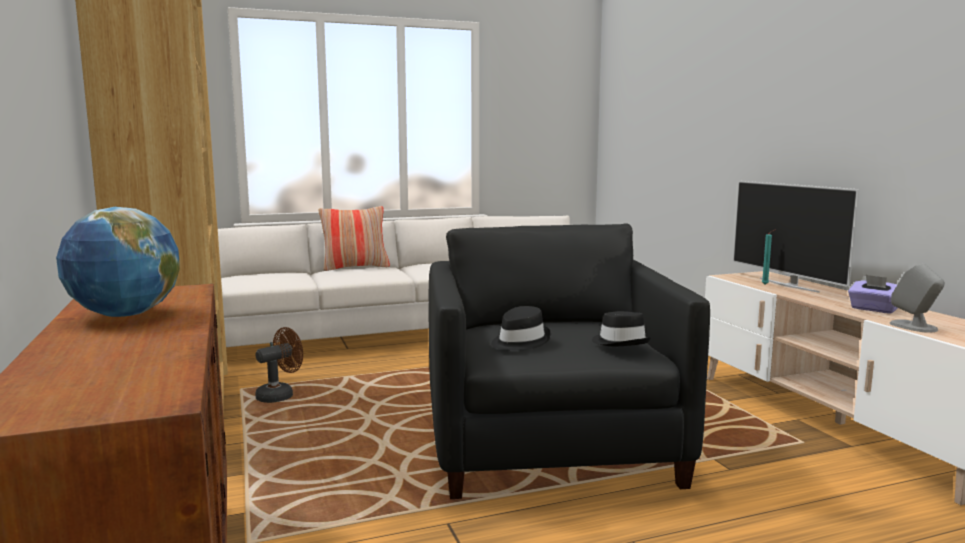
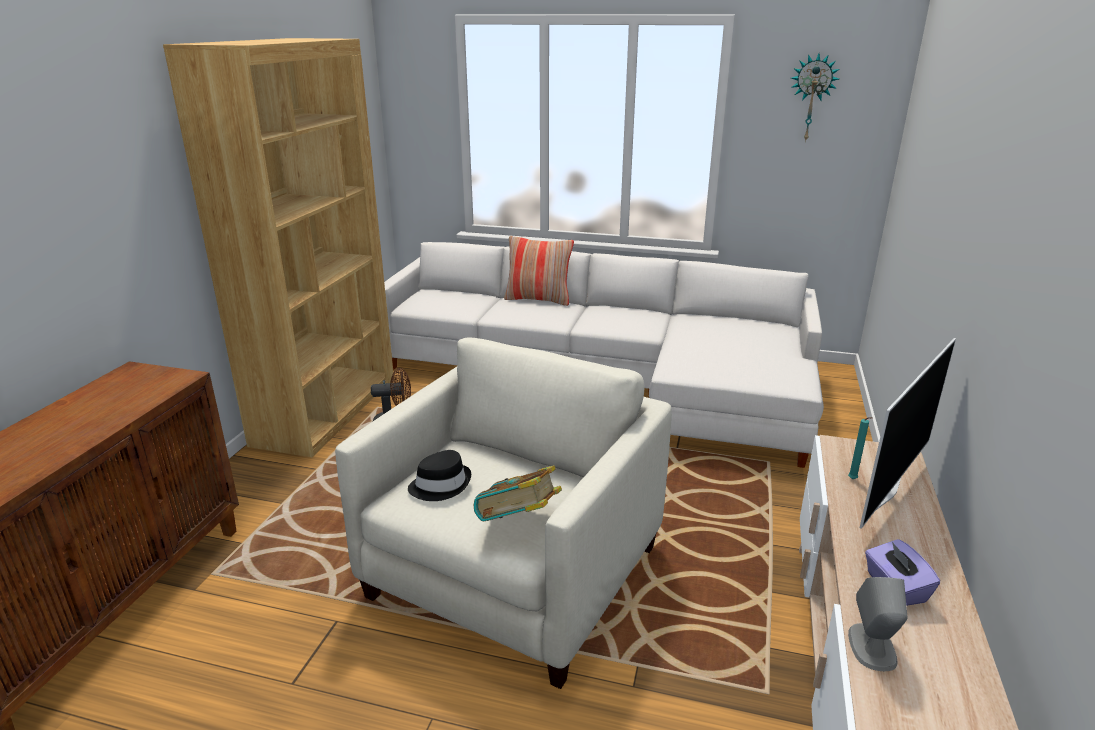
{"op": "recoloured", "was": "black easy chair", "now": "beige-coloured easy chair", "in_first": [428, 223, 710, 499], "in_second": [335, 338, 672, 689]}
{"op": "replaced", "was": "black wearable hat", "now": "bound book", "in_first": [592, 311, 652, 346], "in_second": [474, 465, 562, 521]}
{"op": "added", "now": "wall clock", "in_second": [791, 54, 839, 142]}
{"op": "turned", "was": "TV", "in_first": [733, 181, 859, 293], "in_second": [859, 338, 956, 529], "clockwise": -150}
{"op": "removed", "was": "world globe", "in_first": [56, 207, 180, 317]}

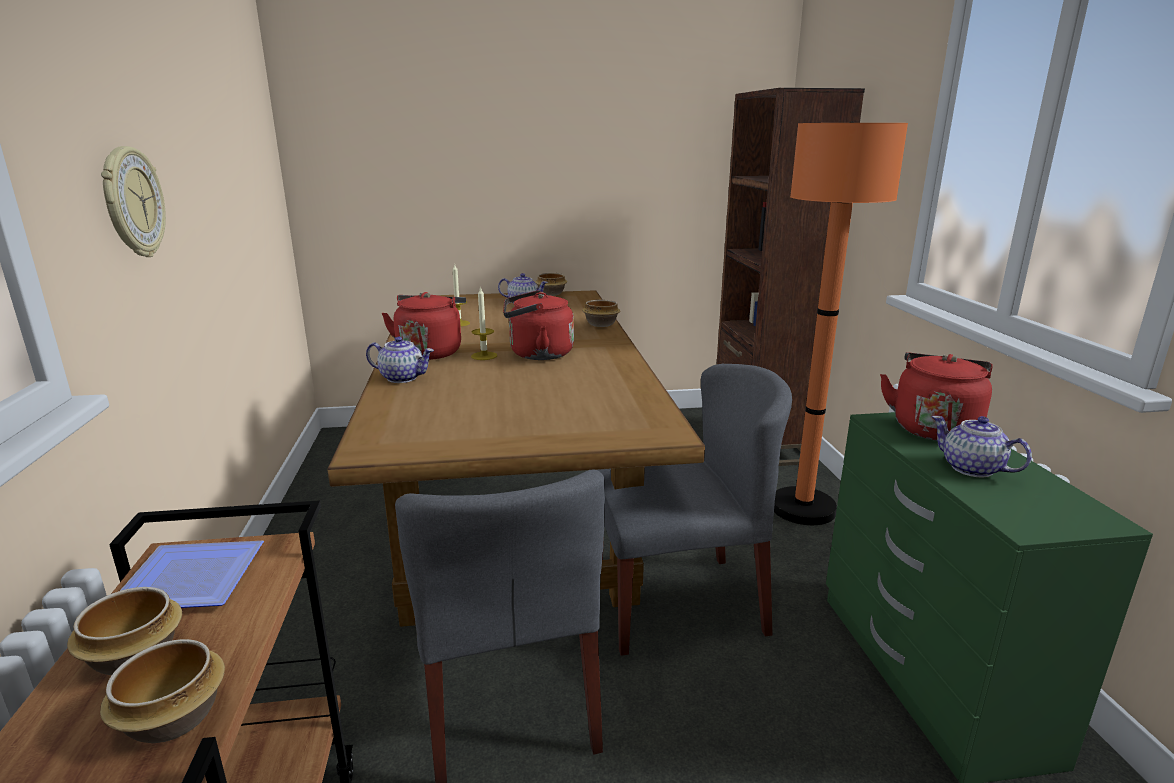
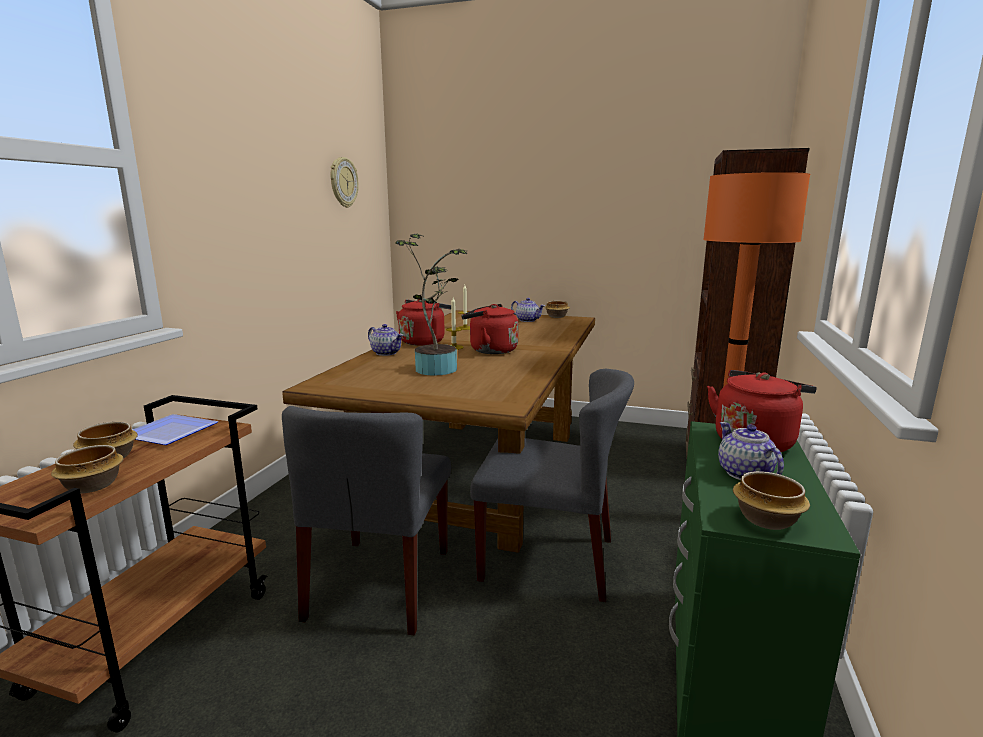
{"op": "moved", "was": "wall clock", "in_first": [101, 146, 166, 257], "in_second": [331, 157, 359, 208]}
{"op": "added", "now": "plant in a pot", "in_second": [395, 233, 468, 376]}
{"op": "moved", "was": "bowl", "in_first": [582, 300, 620, 327], "in_second": [733, 471, 810, 530]}

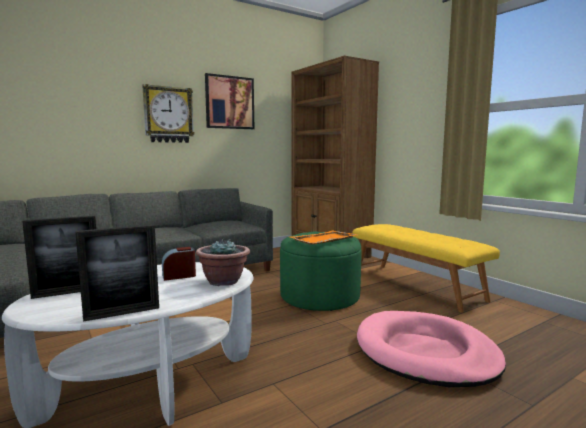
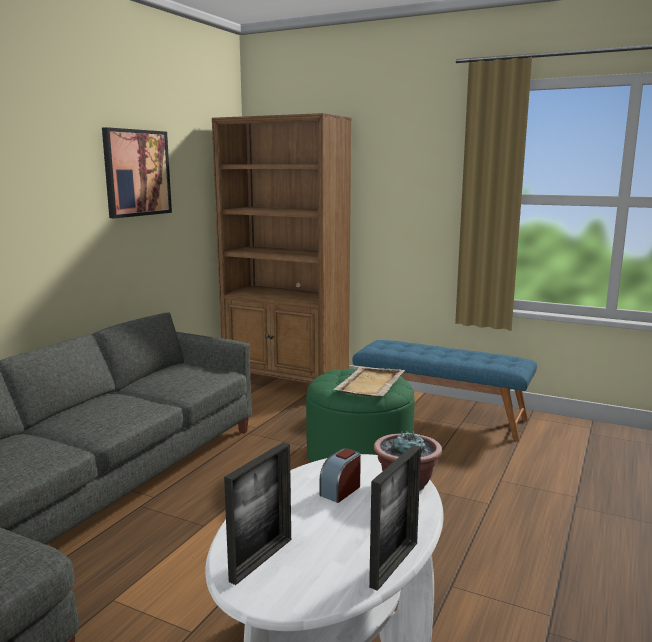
{"op": "recoloured", "was": "orange-coloured tray", "now": "beige-coloured tray", "in_first": [290, 231, 357, 245], "in_second": [333, 366, 405, 397]}
{"op": "recoloured", "was": "yellow indoor bench", "now": "blue indoor bench", "in_first": [352, 224, 500, 313], "in_second": [352, 340, 537, 441]}
{"op": "removed", "was": "wall clock", "in_first": [142, 84, 194, 143]}
{"op": "removed", "was": "pinkish pet bed", "in_first": [357, 311, 506, 387]}

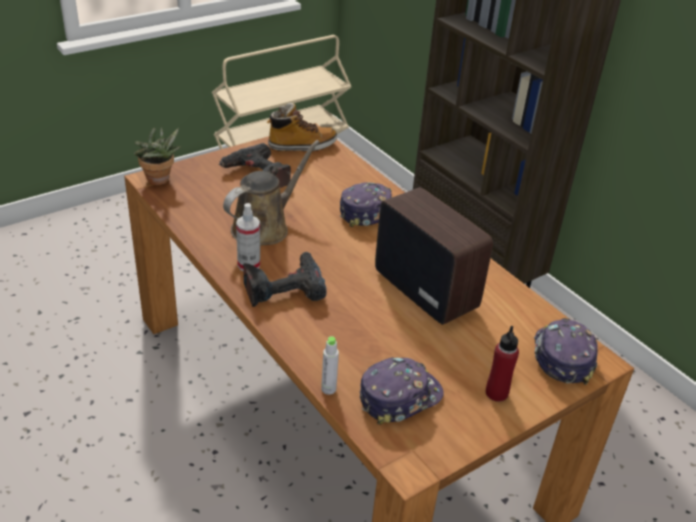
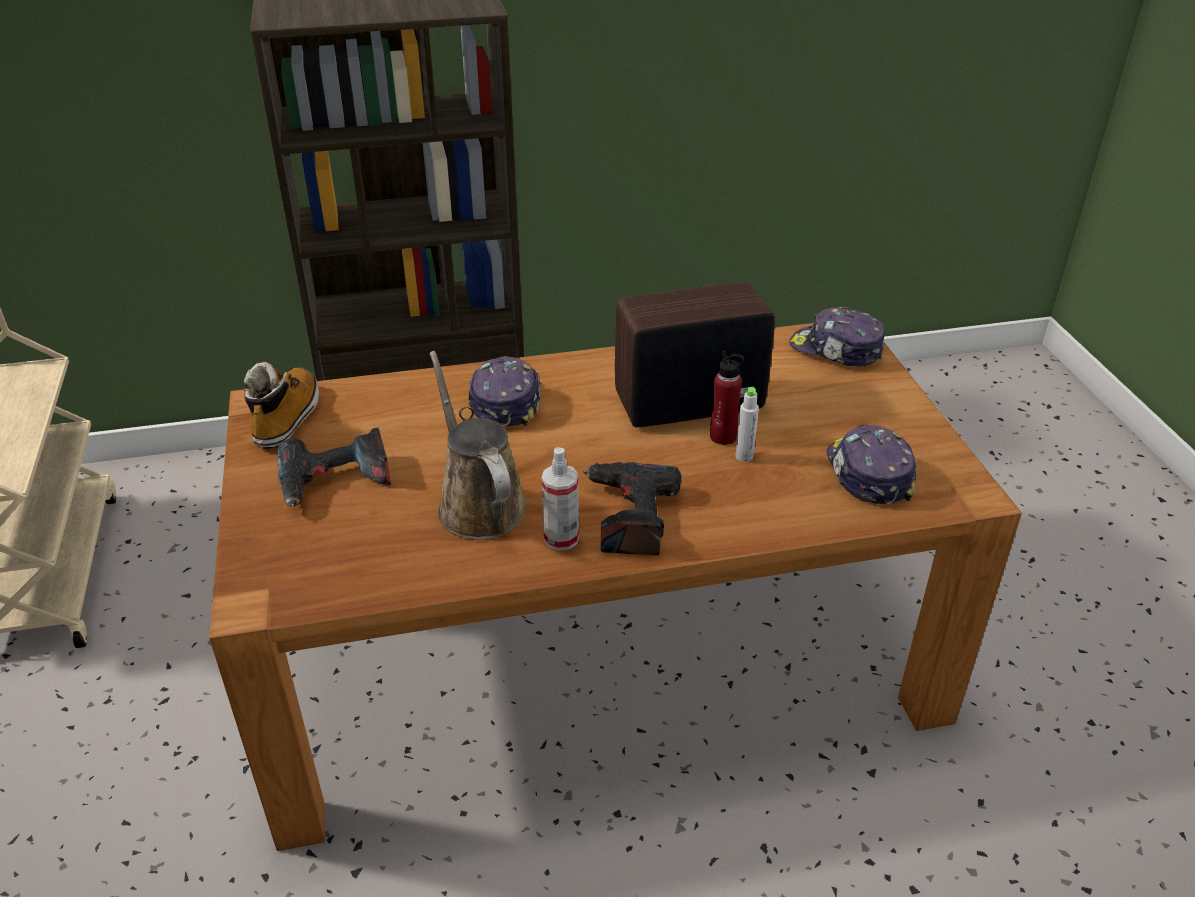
{"op": "moved", "was": "red-coloured drink bottle", "in_first": [486, 326, 519, 402], "in_second": [710, 350, 744, 445]}
{"op": "moved", "was": "gray drink bottle", "in_first": [321, 336, 339, 395], "in_second": [735, 387, 759, 462]}
{"op": "removed", "was": "plant in a pot", "in_first": [134, 127, 181, 185]}

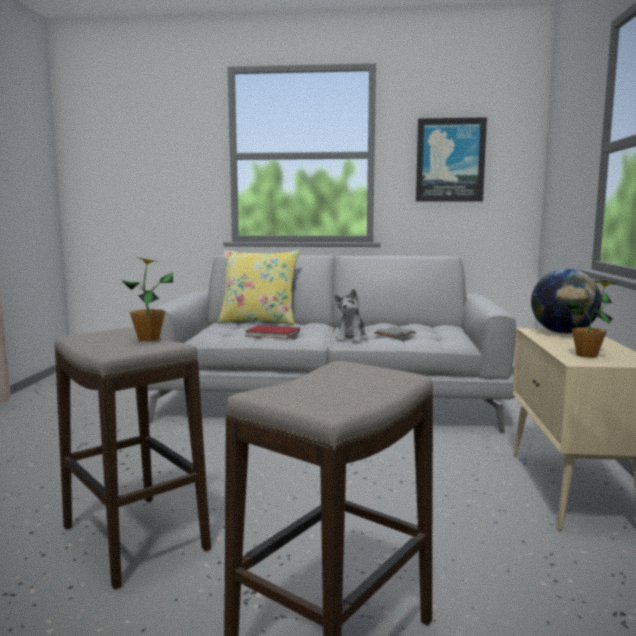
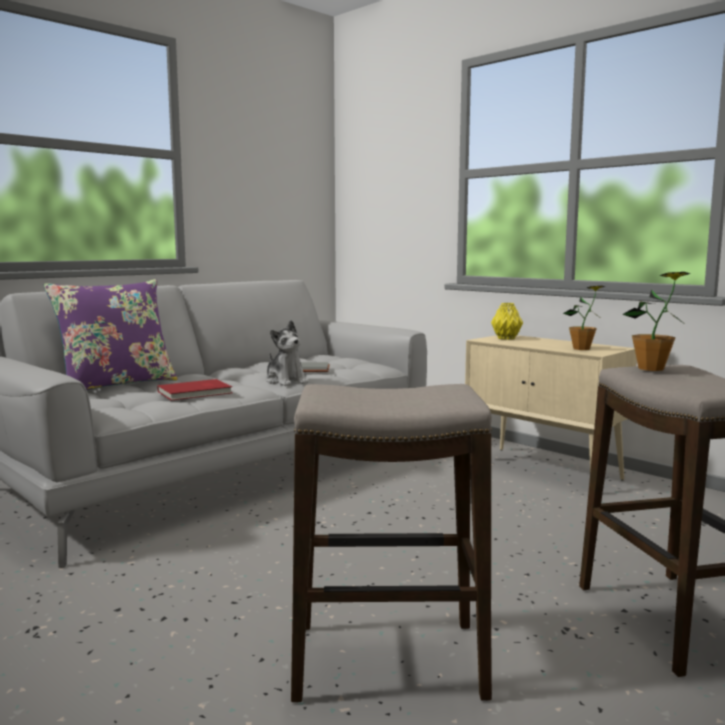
{"op": "recoloured", "was": "yellow throw pillow", "now": "purple throw pillow", "in_first": [217, 250, 300, 325], "in_second": [44, 279, 178, 390]}
{"op": "replaced", "was": "world globe", "now": "yellow flower vase", "in_first": [531, 269, 602, 334], "in_second": [491, 303, 523, 340]}
{"op": "moved", "was": "plant in a pot", "in_first": [121, 257, 173, 341], "in_second": [622, 272, 691, 371]}
{"op": "removed", "was": "wall art", "in_first": [416, 117, 487, 202]}

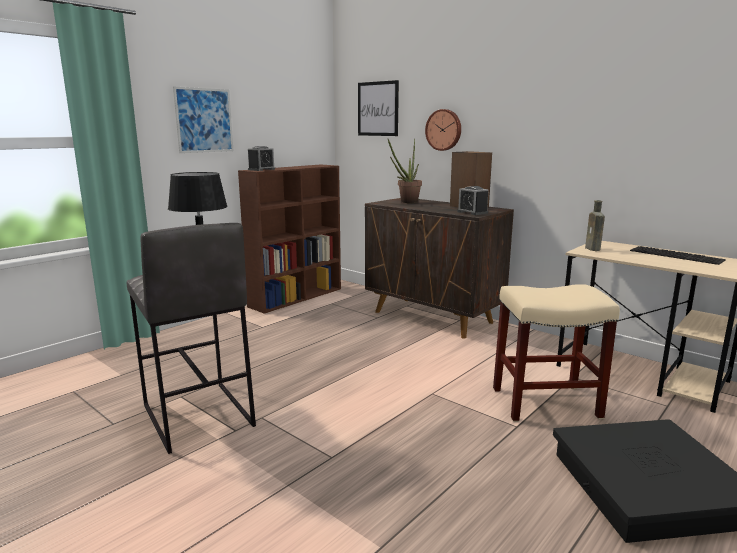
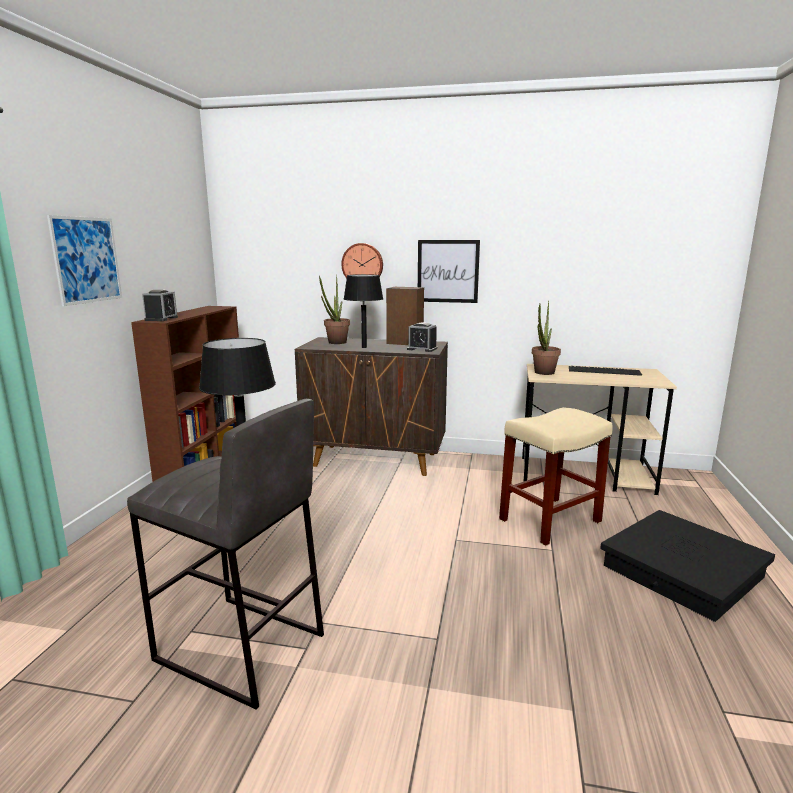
{"op": "added", "now": "black lamp for a table", "in_second": [344, 274, 383, 348]}
{"op": "moved", "was": "wall art", "in_first": [358, 80, 399, 136], "in_second": [418, 240, 480, 303]}
{"op": "replaced", "was": "brown drink bottle", "now": "plant in a pot", "in_first": [585, 200, 605, 251], "in_second": [532, 300, 561, 375]}

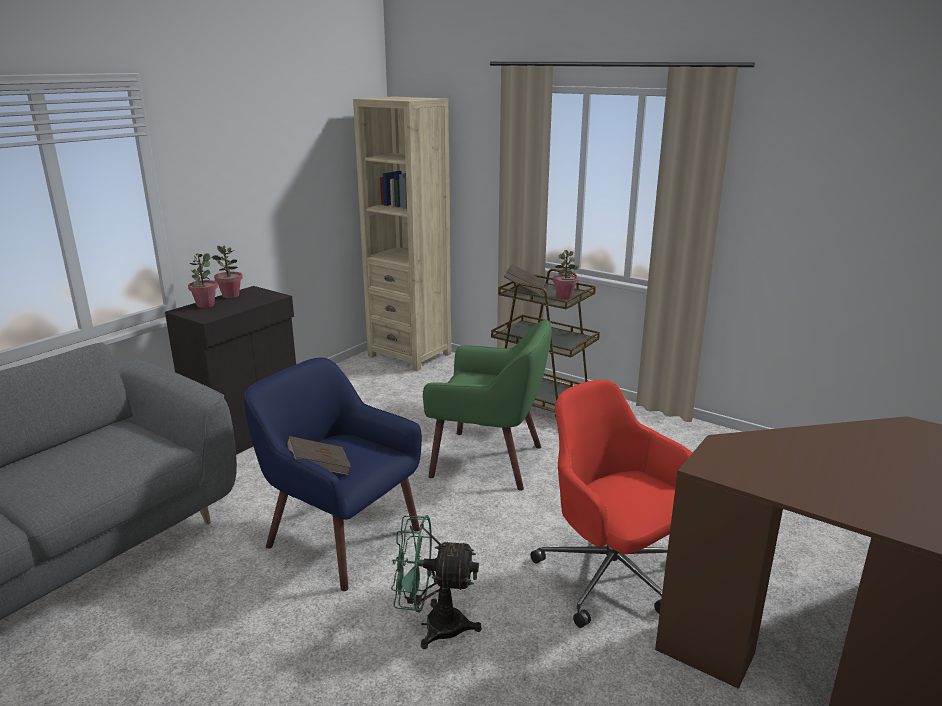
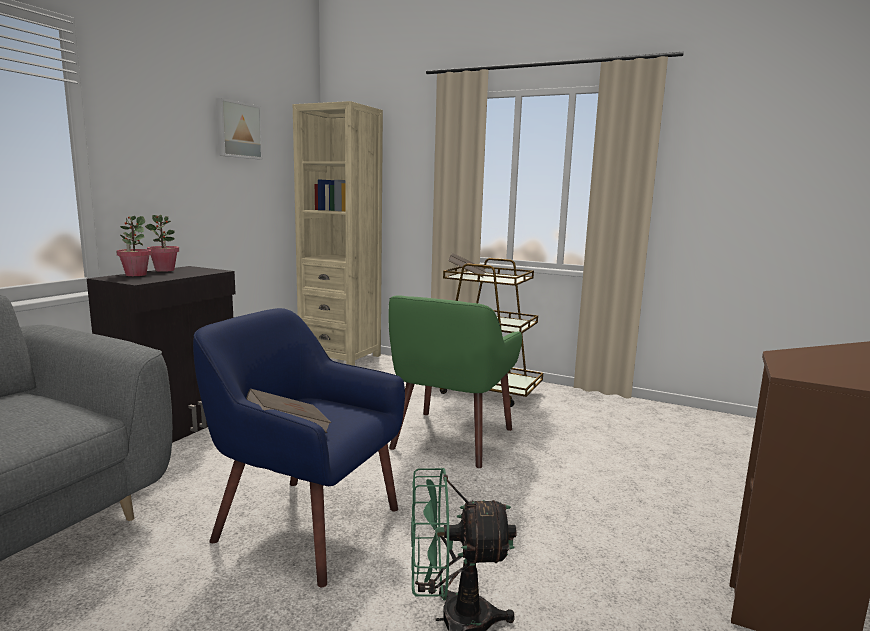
{"op": "added", "now": "wall art", "in_second": [216, 98, 263, 159]}
{"op": "turned", "was": "greenish easy chair", "in_first": [423, 320, 552, 491], "in_second": [389, 295, 522, 468], "clockwise": 105}
{"op": "removed", "was": "red-coloured office chair", "in_first": [530, 380, 692, 628]}
{"op": "removed", "was": "plant in a pot", "in_first": [552, 250, 579, 300]}

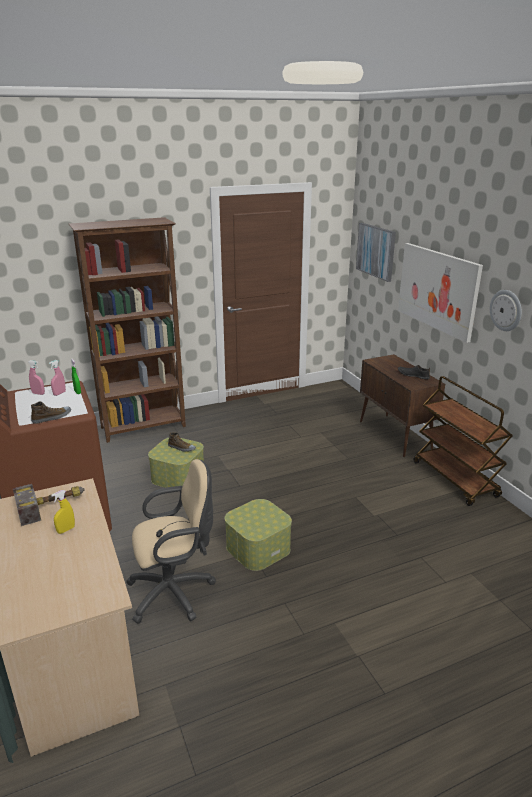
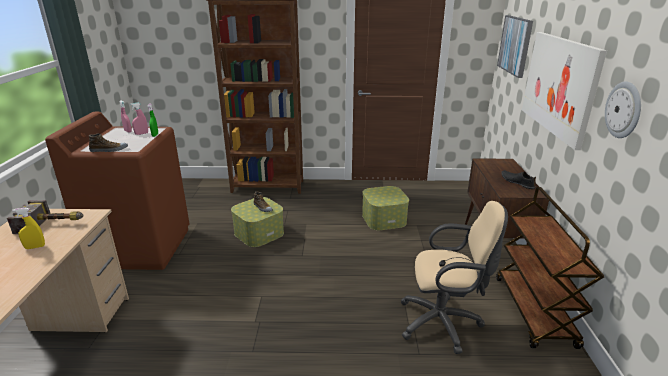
{"op": "moved", "was": "storage box", "in_first": [225, 499, 292, 571], "in_second": [362, 186, 409, 230]}
{"op": "moved", "was": "beige-coloured office chair", "in_first": [126, 459, 216, 624], "in_second": [401, 201, 508, 354]}

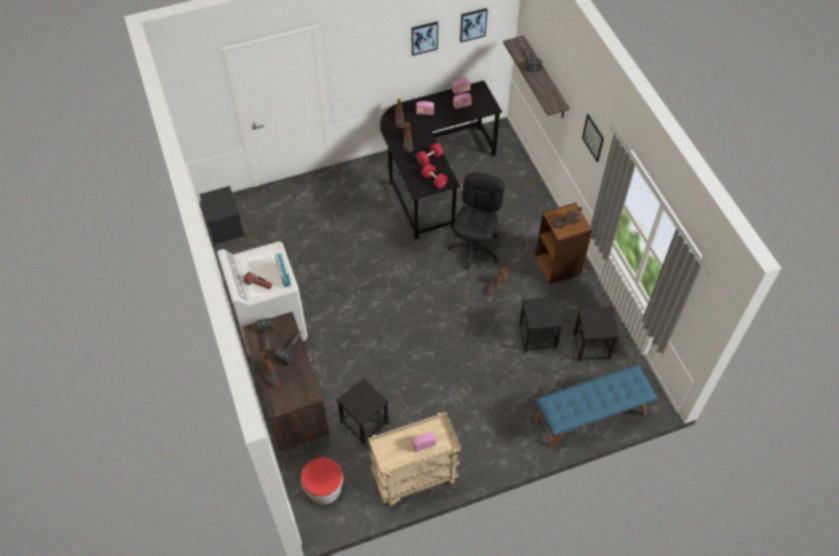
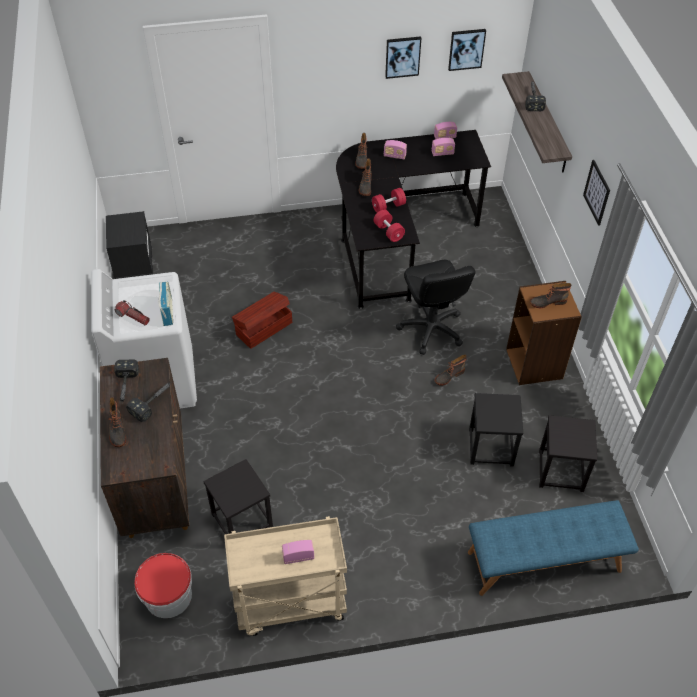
{"op": "added", "now": "brown storage box", "in_second": [232, 292, 292, 349]}
{"op": "turned", "was": "black office chair", "in_first": [447, 172, 505, 270], "in_second": [396, 260, 476, 355], "clockwise": 135}

